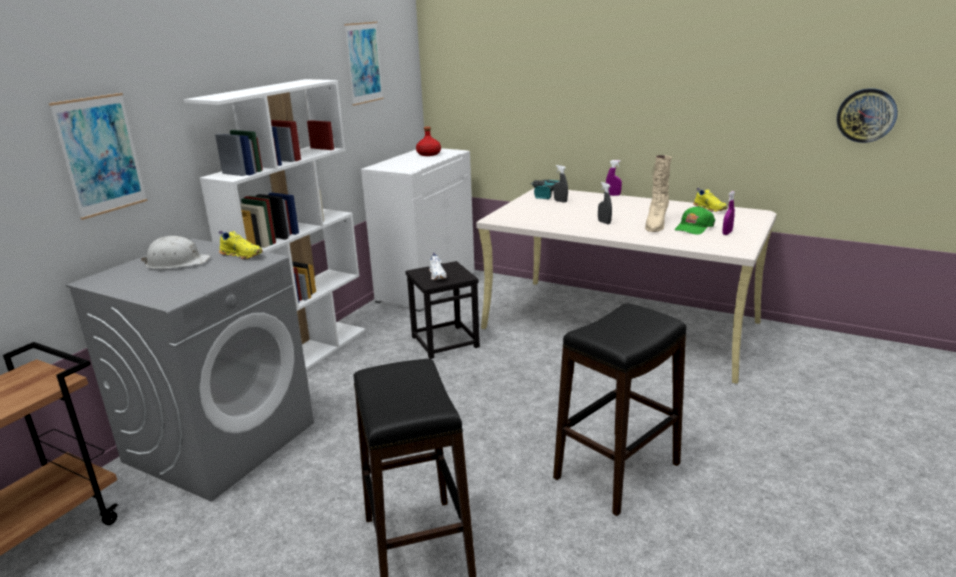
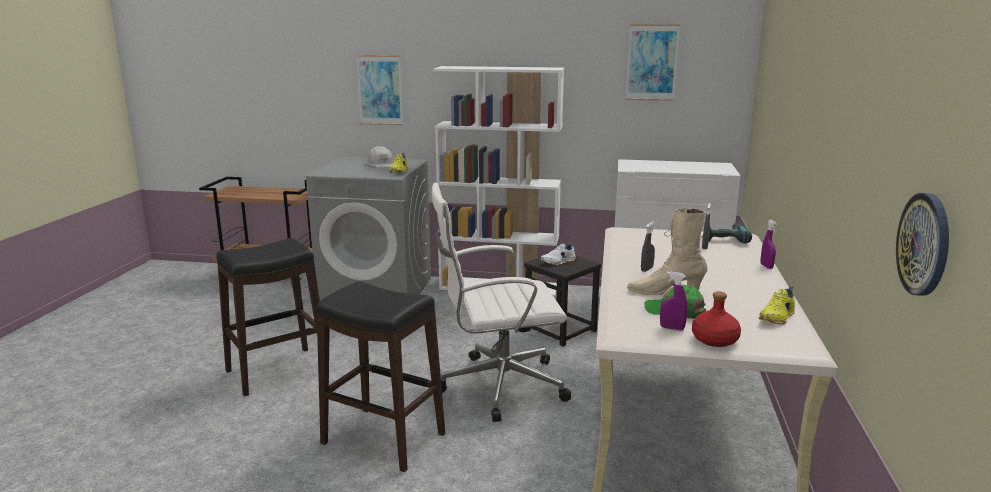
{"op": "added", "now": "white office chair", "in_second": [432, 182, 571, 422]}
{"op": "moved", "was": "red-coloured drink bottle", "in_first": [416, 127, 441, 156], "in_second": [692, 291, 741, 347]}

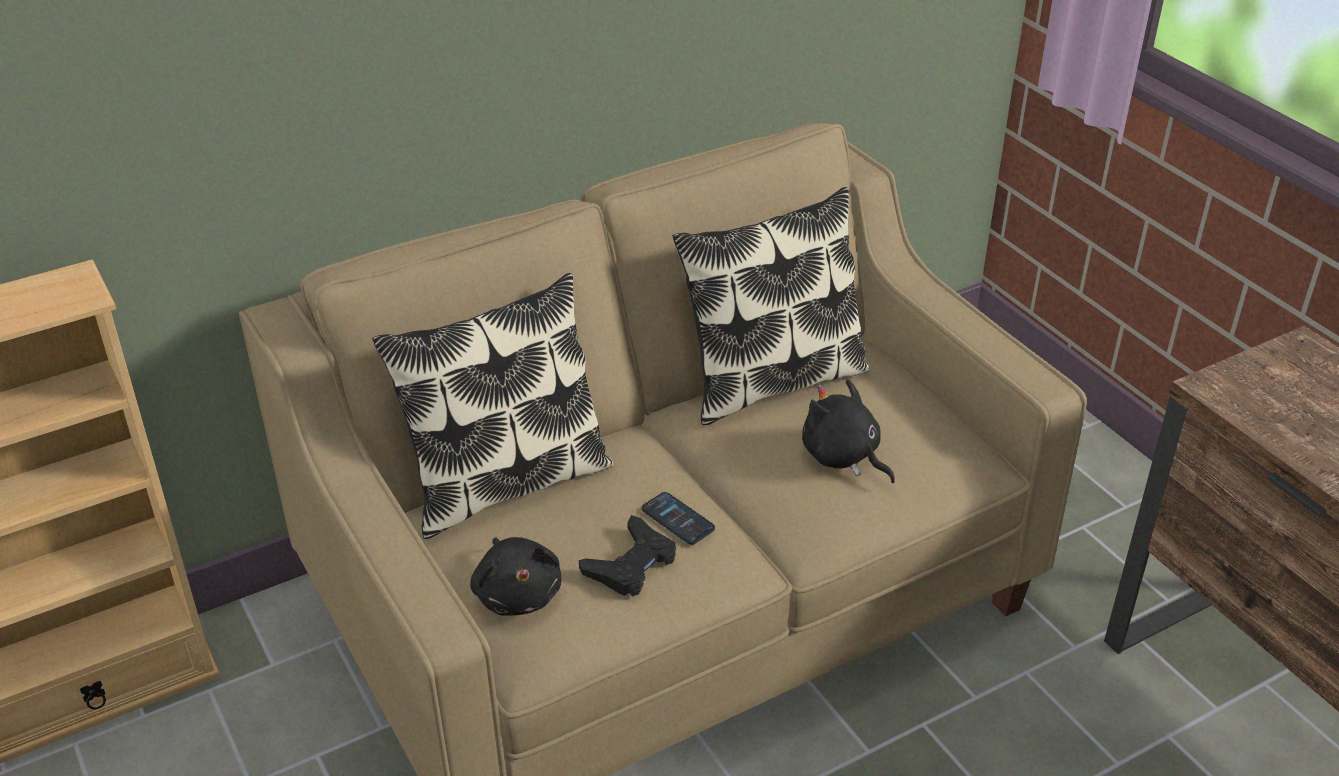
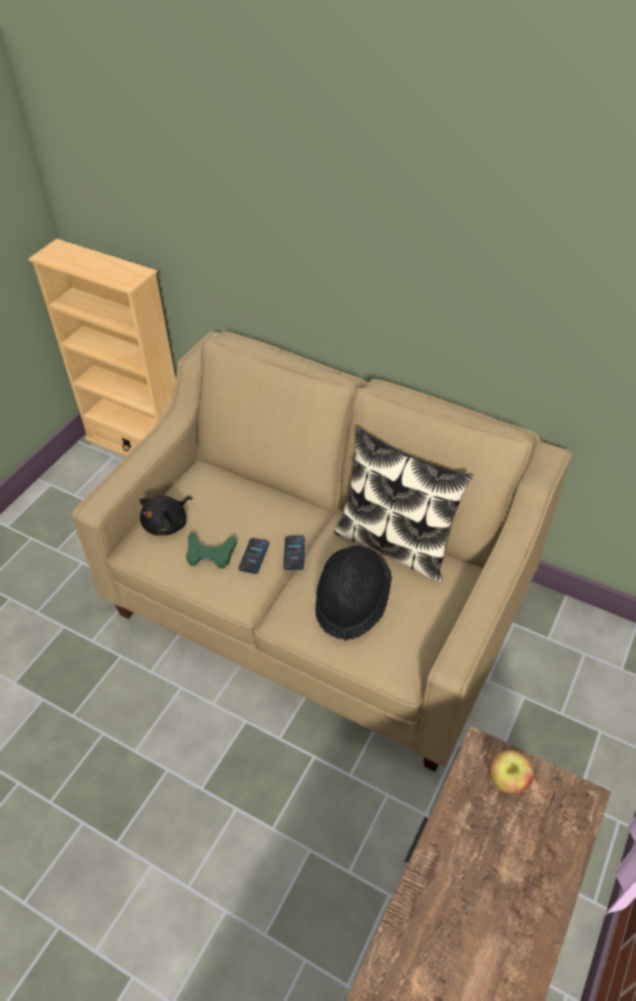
{"op": "recoloured", "was": "black game controller", "now": "greenish game controller", "in_first": [579, 515, 676, 596], "in_second": [186, 532, 237, 569]}
{"op": "added", "now": "phone", "in_second": [283, 536, 305, 570]}
{"op": "replaced", "was": "black soft toy", "now": "black wearable hat", "in_first": [802, 379, 895, 483], "in_second": [315, 545, 392, 641]}
{"op": "added", "now": "apple", "in_second": [489, 750, 534, 794]}
{"op": "removed", "was": "throw pillow", "in_first": [372, 273, 613, 539]}

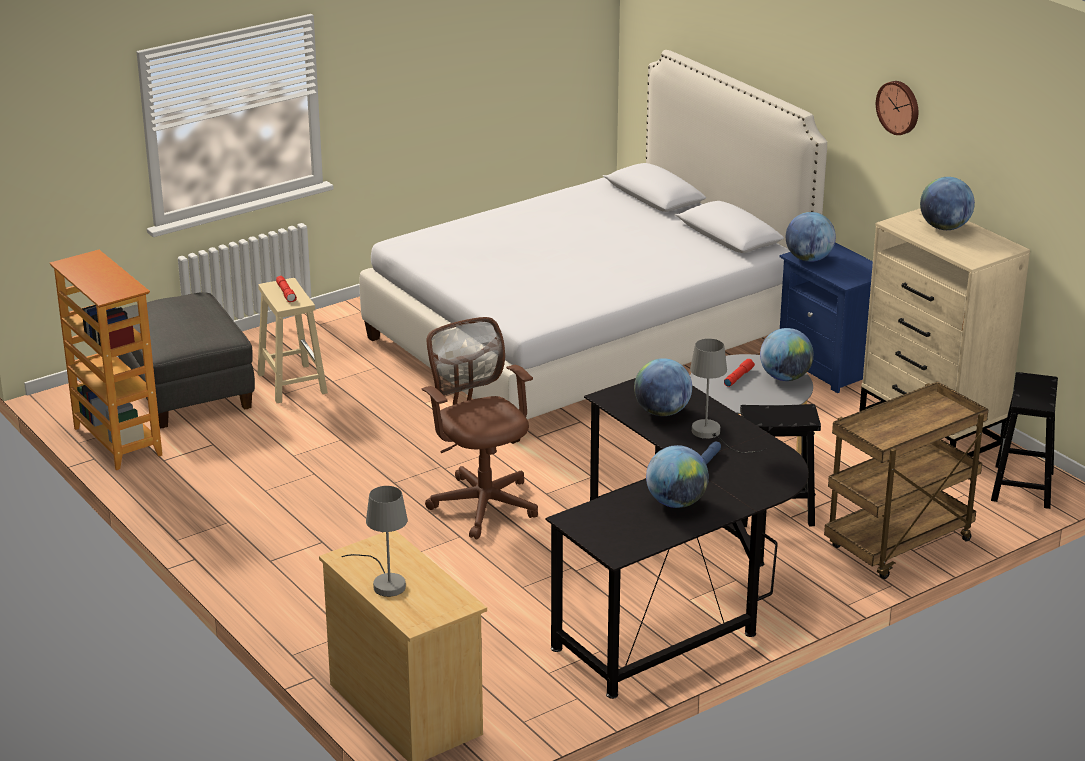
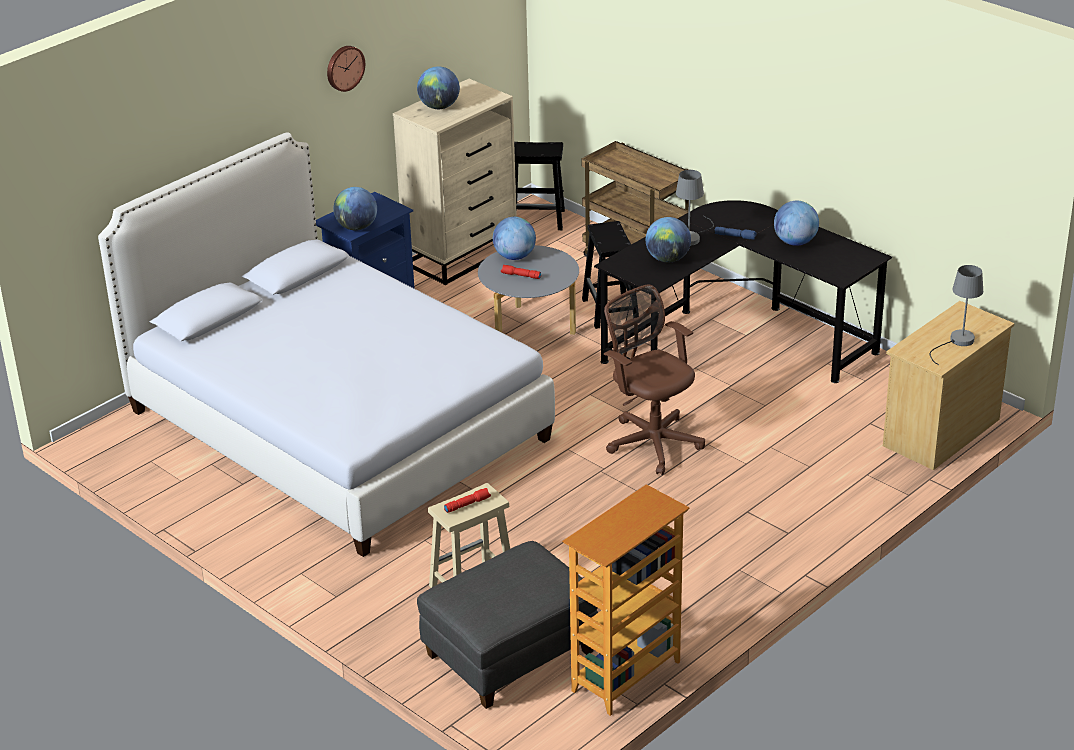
{"op": "turned", "was": "brown office chair", "in_first": [422, 317, 538, 539], "in_second": [604, 284, 705, 475], "clockwise": 90}

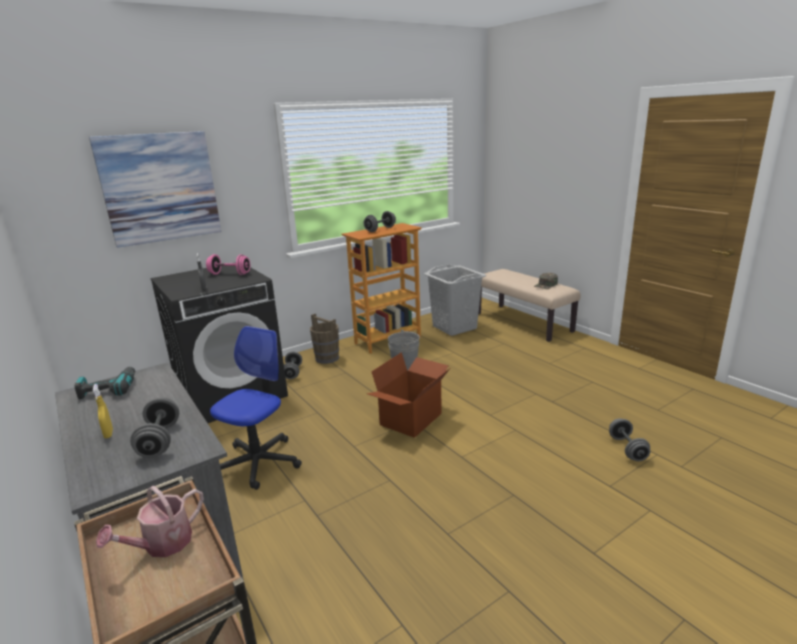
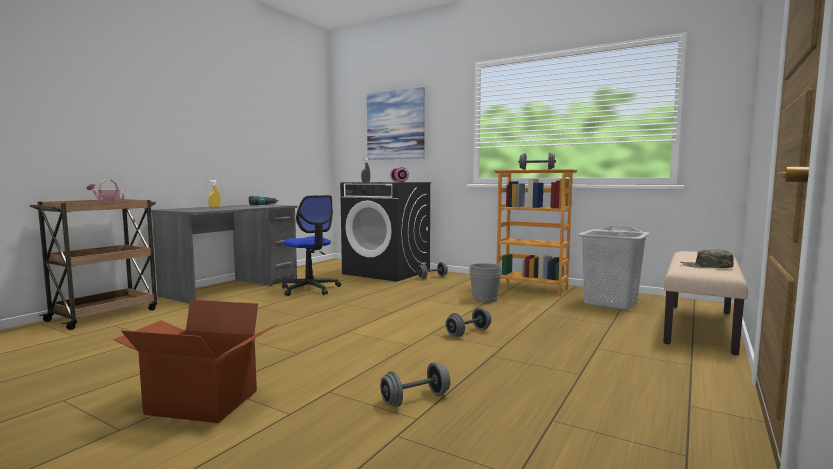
{"op": "moved", "was": "packing box", "in_first": [367, 352, 450, 438], "in_second": [113, 300, 277, 423]}
{"op": "turned", "was": "office chair", "in_first": [210, 326, 302, 490], "in_second": [282, 195, 341, 296], "clockwise": 45}
{"op": "moved", "was": "gray dumbbell", "in_first": [130, 397, 179, 458], "in_second": [445, 307, 491, 337]}
{"op": "removed", "was": "brown water bucket", "in_first": [310, 313, 339, 364]}

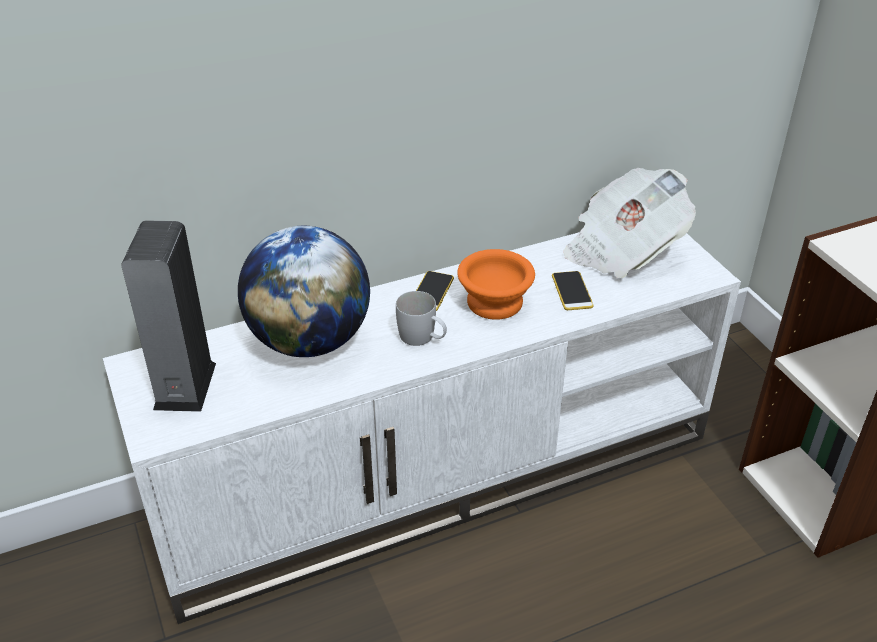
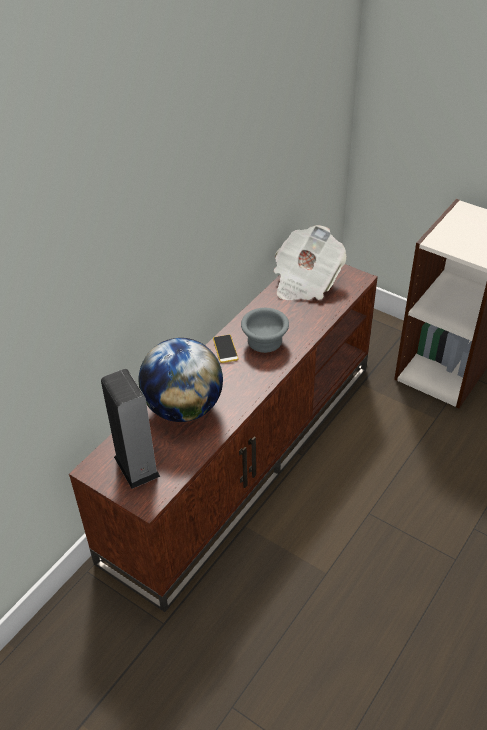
{"op": "recoloured", "was": "white tv stand", "now": "brown tv stand", "in_first": [103, 233, 741, 624], "in_second": [69, 264, 378, 612]}
{"op": "recoloured", "was": "orange-coloured bowl", "now": "gray bowl", "in_first": [457, 249, 535, 320], "in_second": [241, 308, 289, 353]}
{"op": "removed", "was": "white tea mug", "in_first": [396, 291, 447, 346]}
{"op": "removed", "was": "phone", "in_first": [552, 271, 594, 310]}

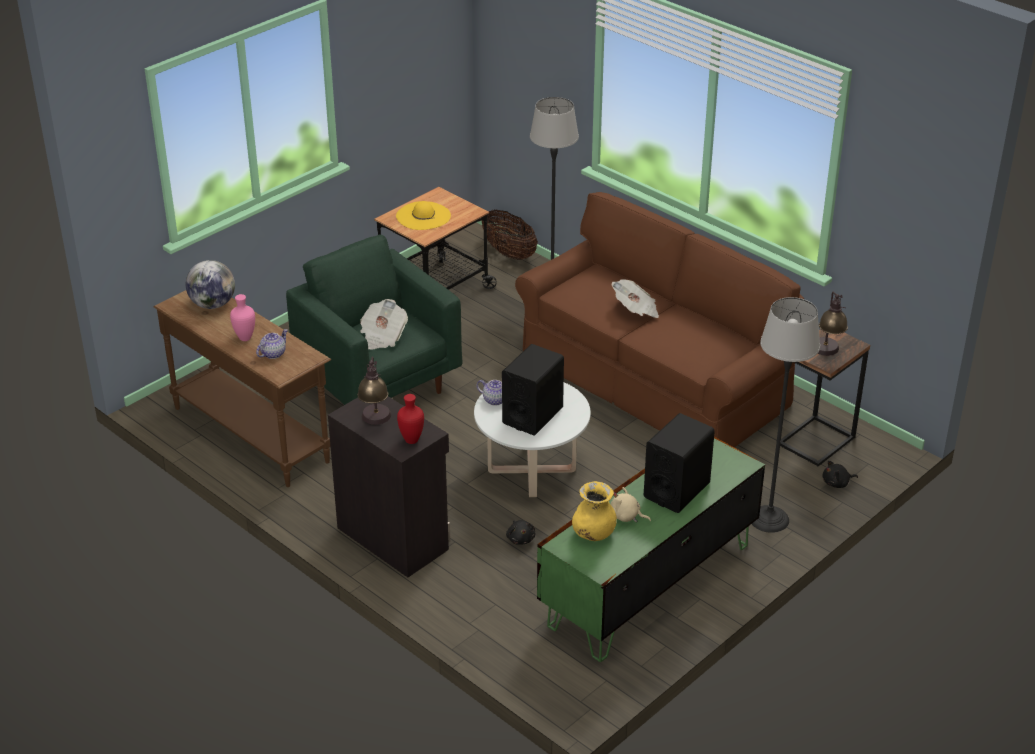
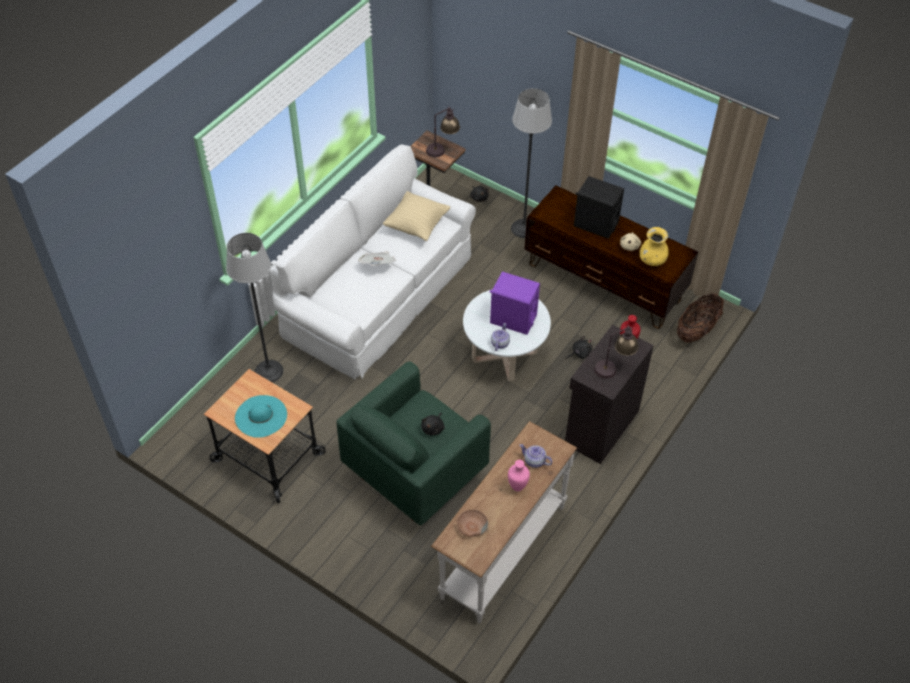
{"op": "recoloured", "was": "yellow wearable hat", "now": "blue-green wearable hat", "in_first": [396, 201, 451, 230], "in_second": [235, 395, 287, 438]}
{"op": "recoloured", "was": "brown couch", "now": "white couch", "in_first": [515, 192, 804, 447], "in_second": [270, 144, 476, 380]}
{"op": "added", "now": "beige-coloured throw pillow", "in_second": [382, 191, 450, 241]}
{"op": "replaced", "was": "daily paper", "now": "black soft toy", "in_first": [360, 299, 408, 350], "in_second": [421, 413, 445, 435]}
{"op": "recoloured", "was": "brown hall table", "now": "white hall table", "in_first": [154, 290, 331, 487], "in_second": [431, 421, 577, 624]}
{"op": "replaced", "was": "world globe", "now": "brown bowl", "in_first": [186, 260, 235, 309], "in_second": [457, 509, 488, 537]}
{"op": "recoloured", "was": "black audio speaker", "now": "purple audio speaker", "in_first": [502, 344, 564, 435], "in_second": [490, 272, 540, 335]}
{"op": "recoloured", "was": "greenish tv stand", "now": "brown tv stand", "in_first": [537, 437, 765, 662], "in_second": [524, 185, 698, 329]}
{"op": "moved", "was": "basket", "in_first": [481, 210, 538, 260], "in_second": [677, 293, 724, 343]}

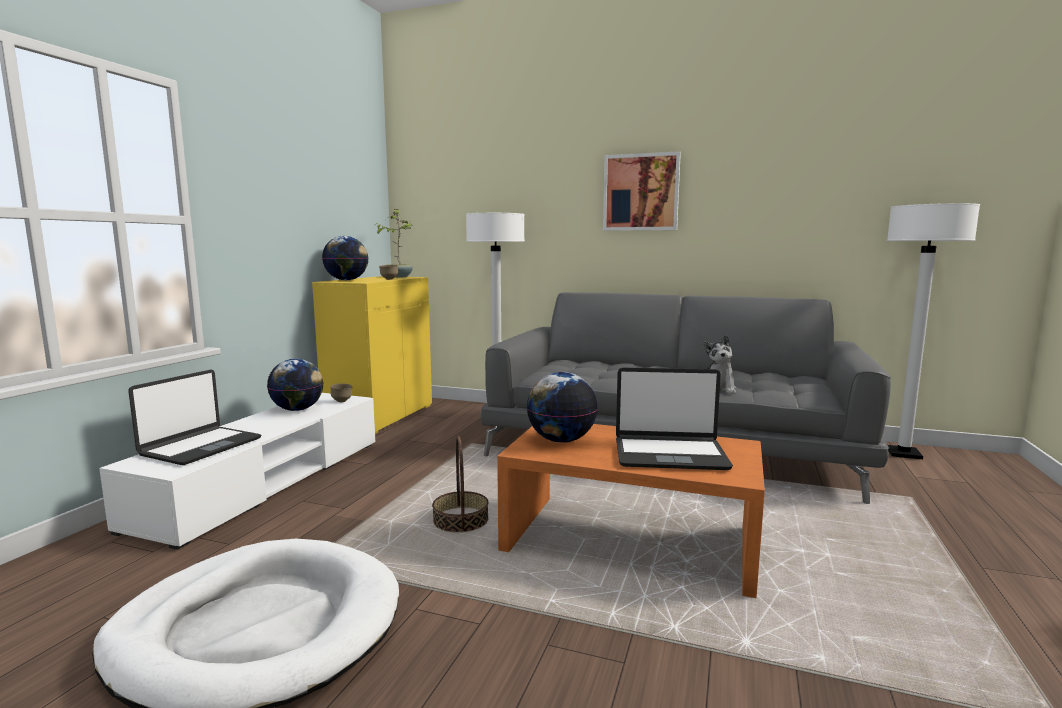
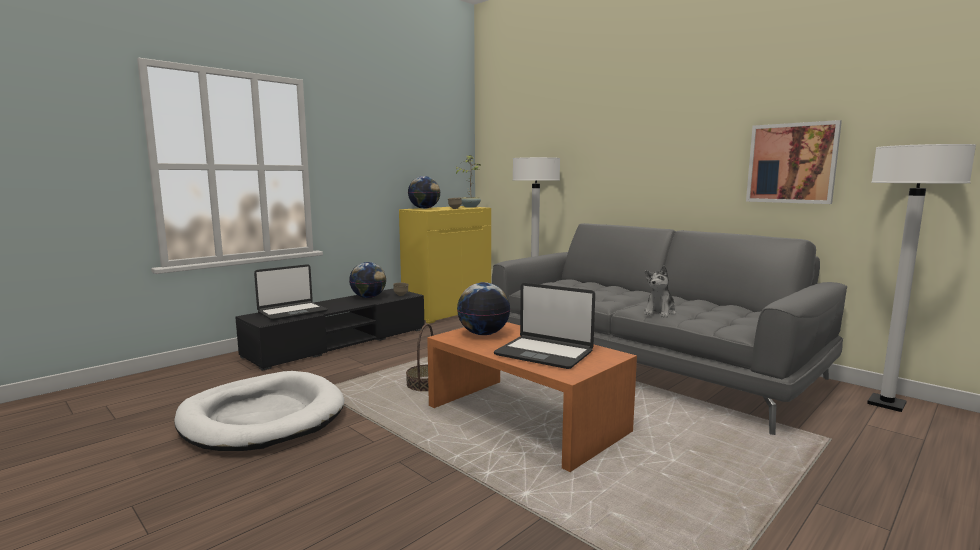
{"op": "recoloured", "was": "white tv stand", "now": "black tv stand", "in_first": [99, 393, 375, 550], "in_second": [235, 289, 424, 371]}
{"op": "moved", "was": "wall art", "in_first": [603, 151, 681, 231], "in_second": [746, 120, 842, 204]}

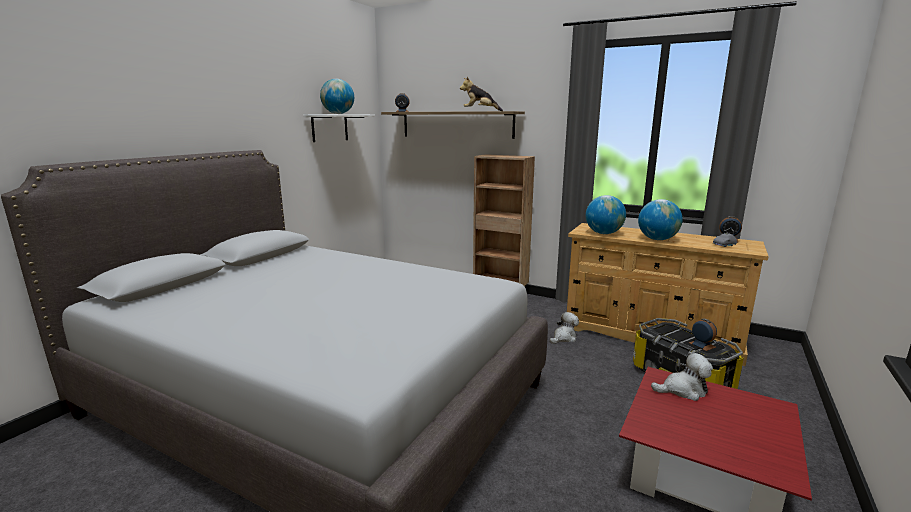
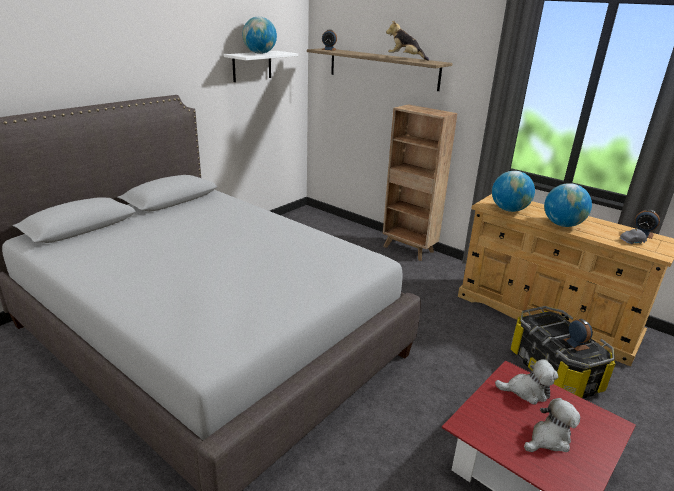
{"op": "moved", "was": "soft toy", "in_first": [550, 312, 579, 344], "in_second": [524, 398, 580, 452]}

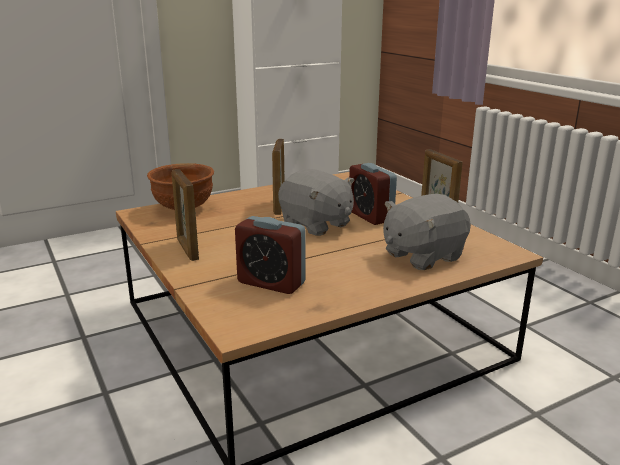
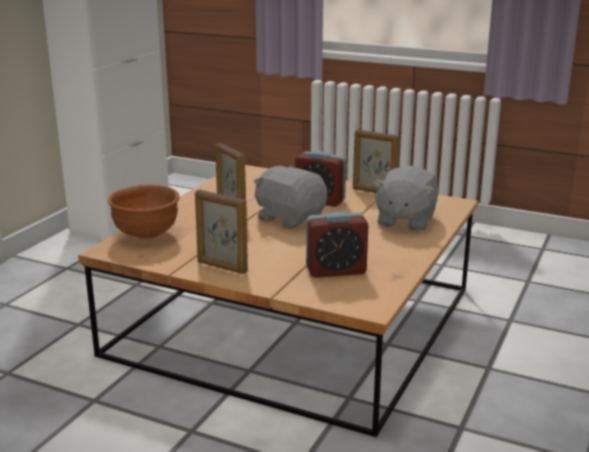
{"op": "turned", "was": "gray soft toy", "in_first": [278, 169, 355, 236], "in_second": [254, 165, 328, 229], "clockwise": -150}

